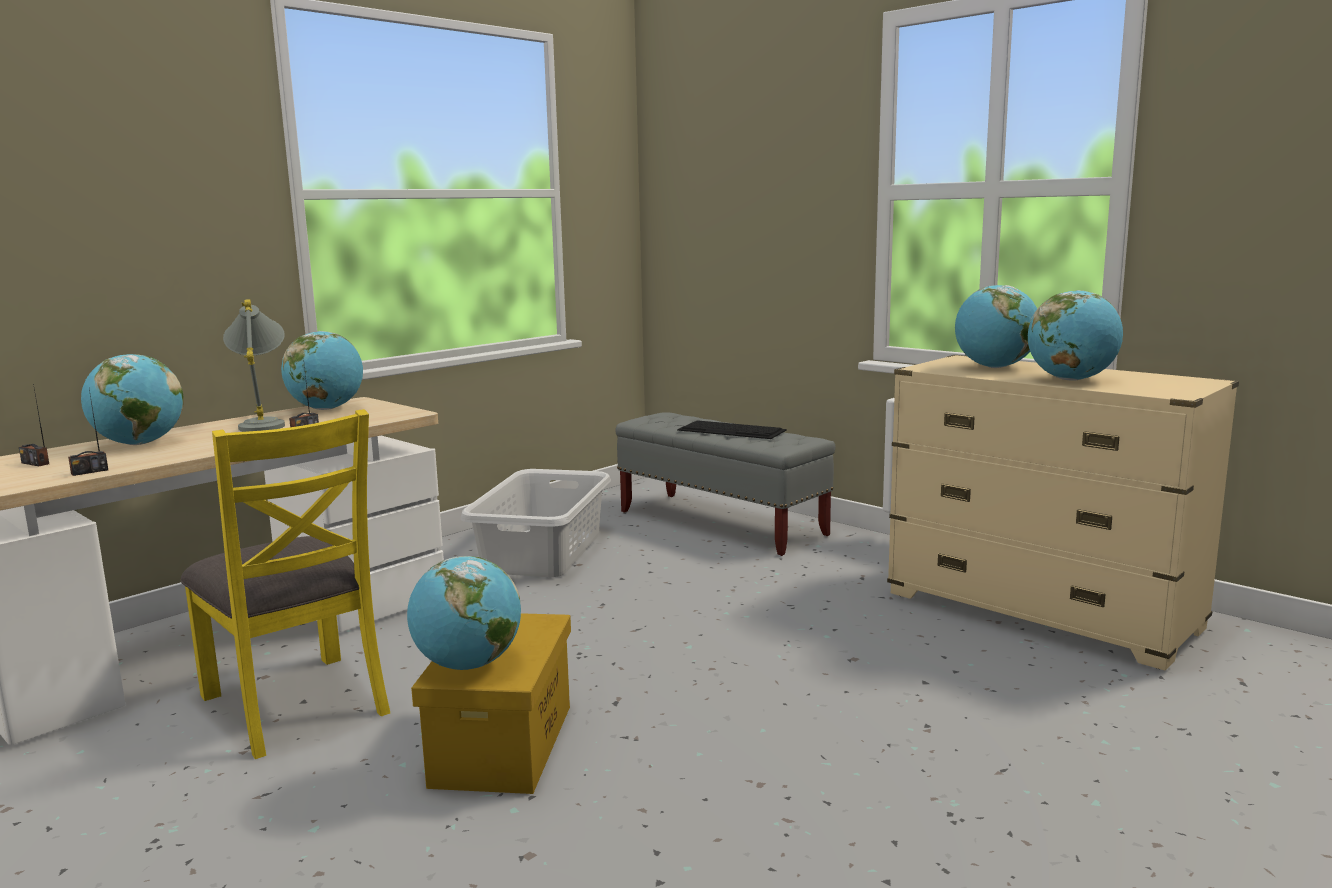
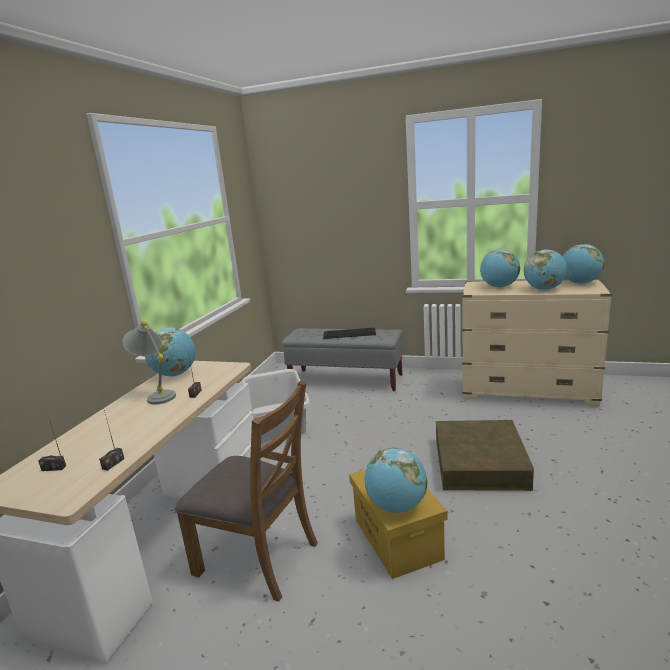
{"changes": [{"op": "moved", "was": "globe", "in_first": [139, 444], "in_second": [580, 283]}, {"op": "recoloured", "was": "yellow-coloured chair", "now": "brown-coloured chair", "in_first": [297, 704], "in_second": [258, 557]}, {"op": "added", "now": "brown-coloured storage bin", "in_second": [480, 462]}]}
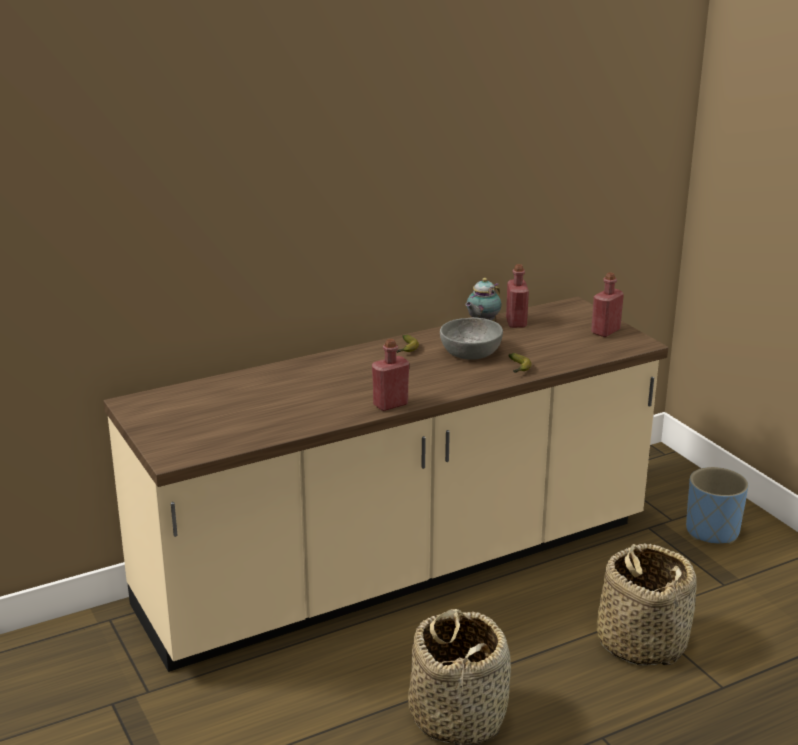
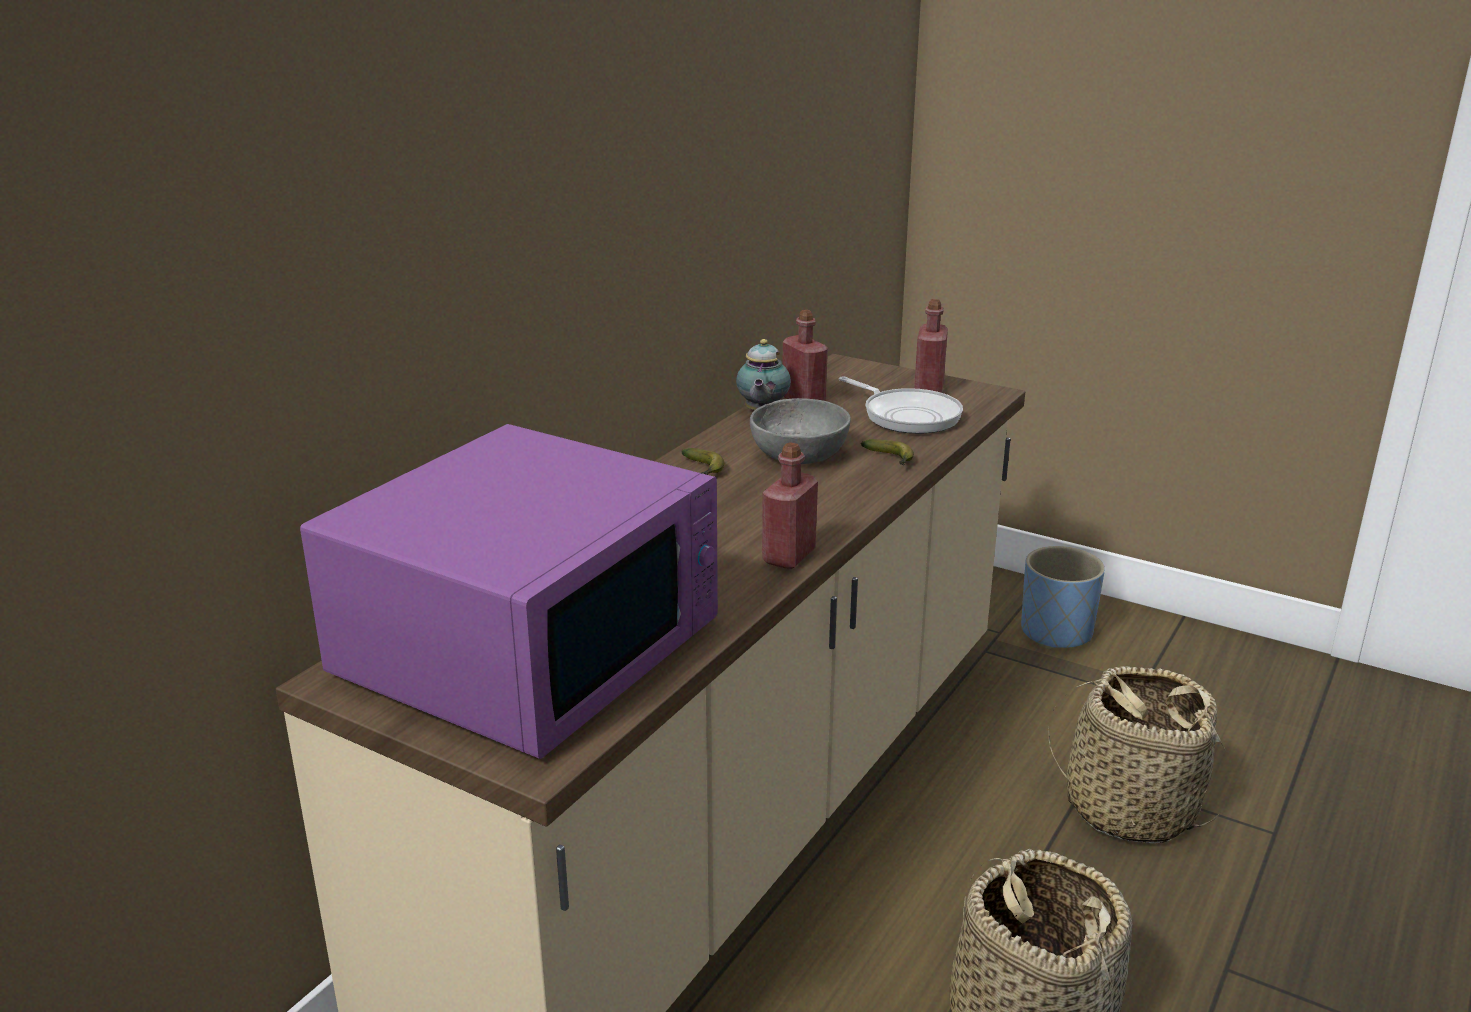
{"changes": [{"op": "added", "now": "skillet", "in_second": [907, 415]}, {"op": "added", "now": "purple kitchen microwave", "in_second": [531, 647]}]}
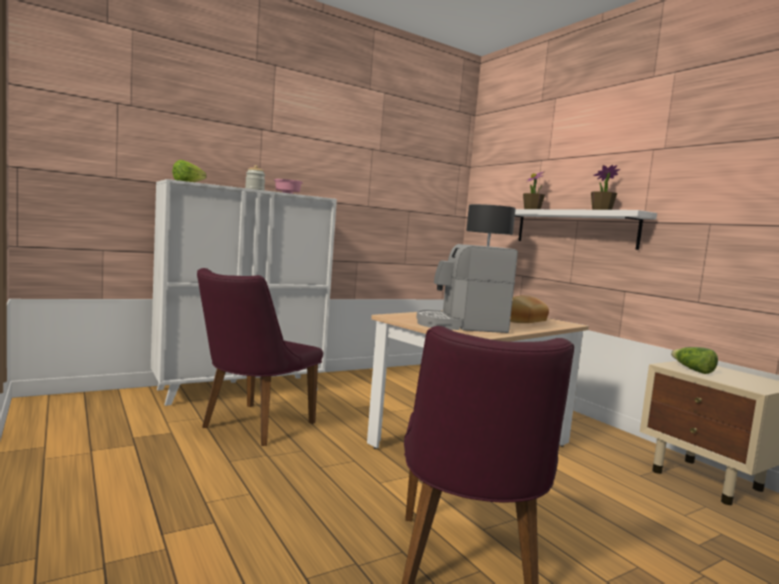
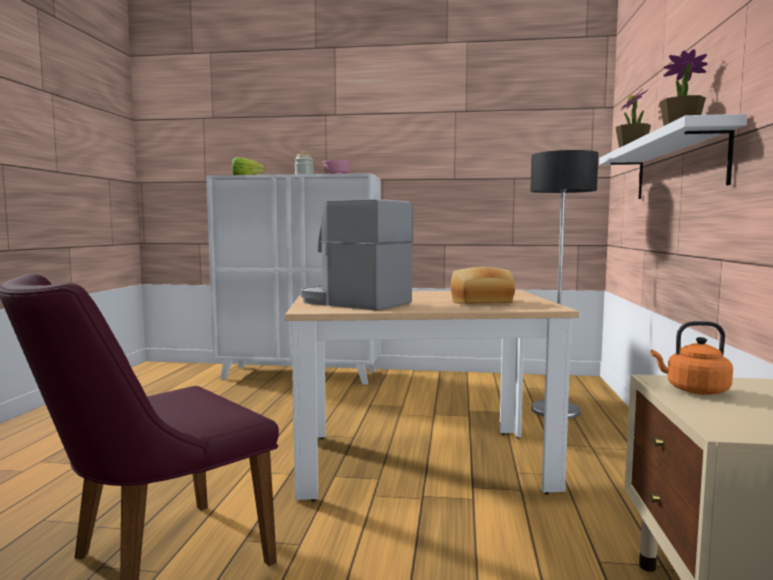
{"changes": [{"op": "removed", "was": "purple chair", "in_first": [251, 427]}, {"op": "replaced", "was": "head of lettuce", "now": "orange water kettle", "in_first": [692, 370], "in_second": [693, 390]}]}
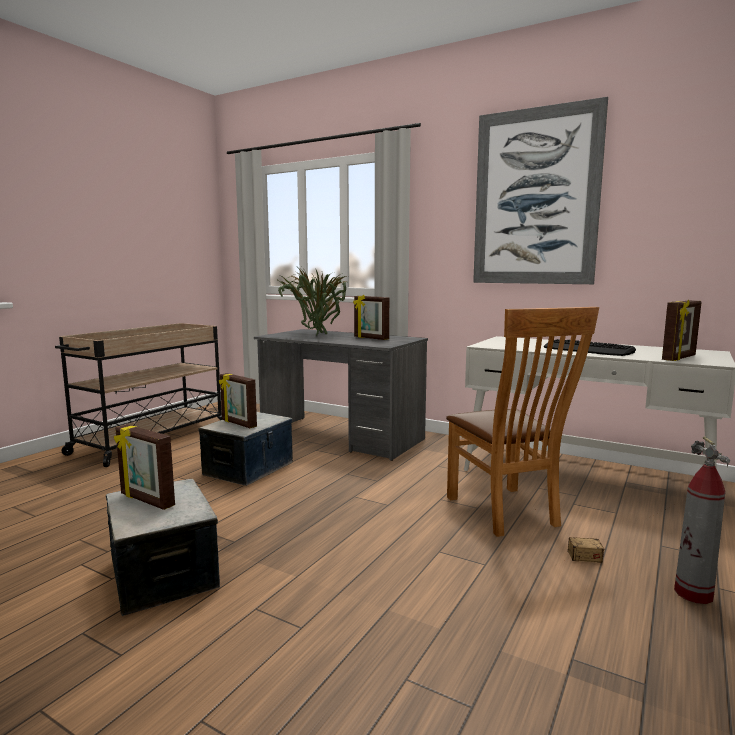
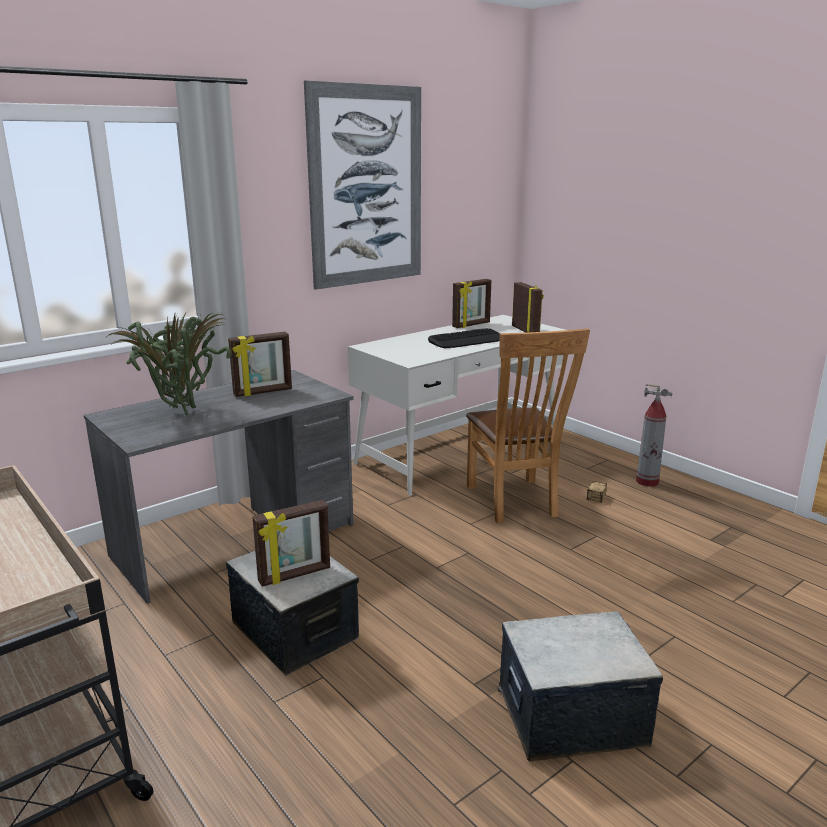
{"changes": [{"op": "turned", "was": "brown-coloured chair", "in_first": [506, 513], "in_second": [514, 503], "clockwise": 75}, {"op": "moved", "was": "picture frame", "in_first": [146, 500], "in_second": [471, 325]}]}
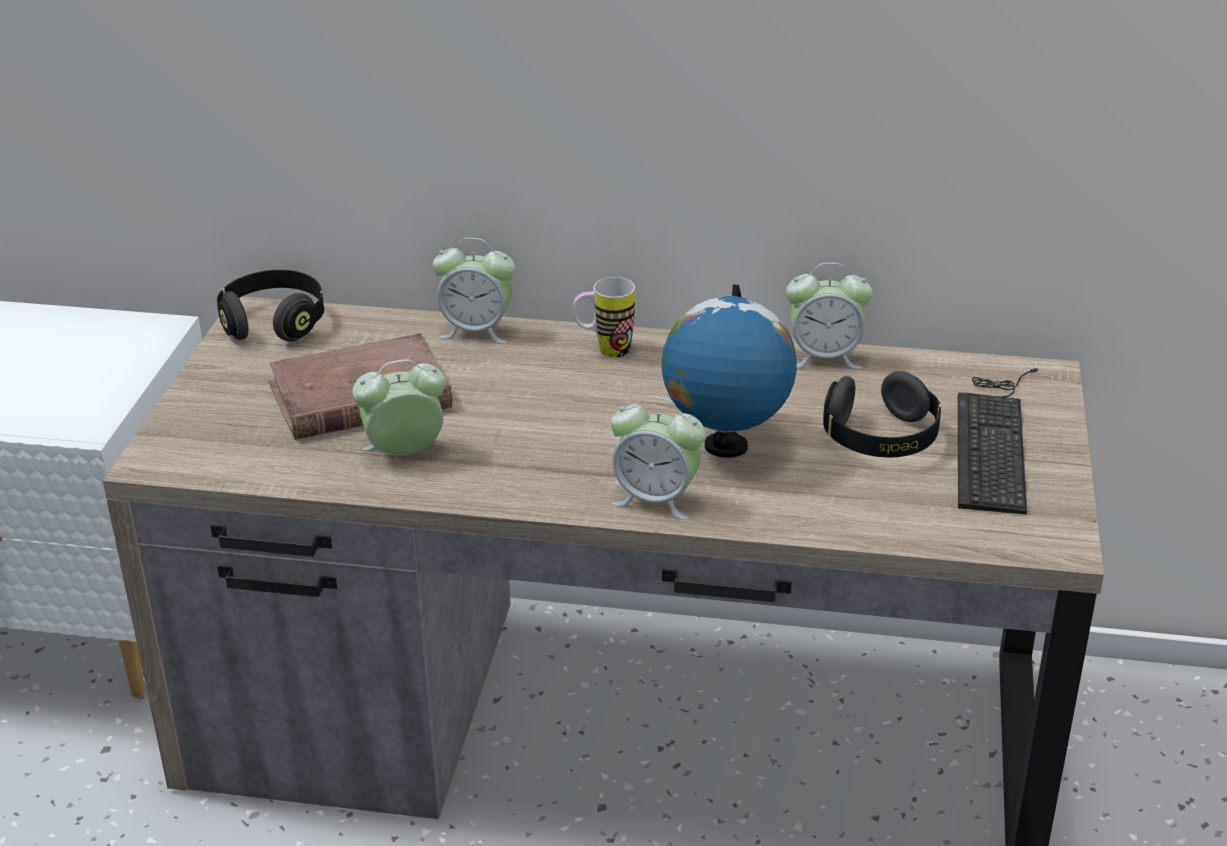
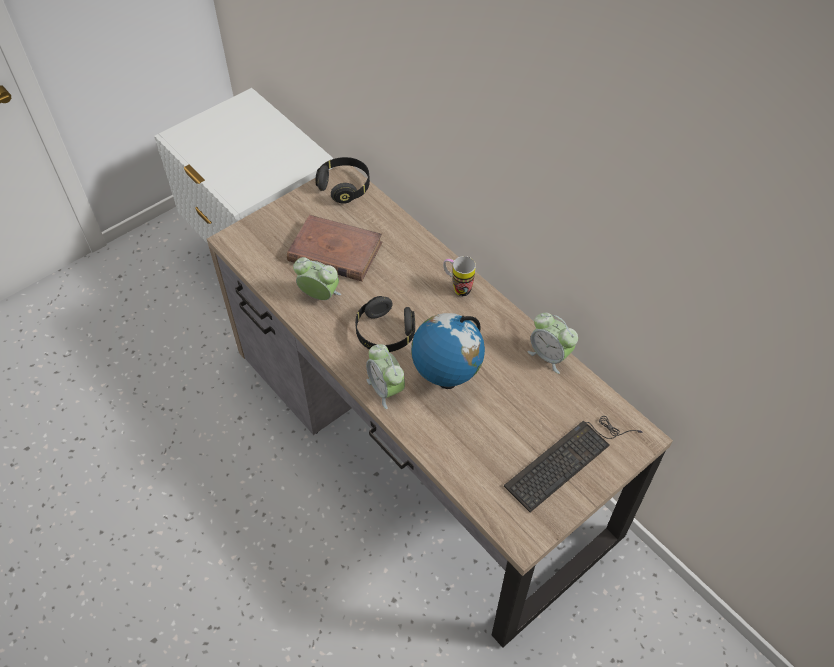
{"changes": [{"op": "removed", "was": "table clock", "in_first": [477, 331]}, {"op": "moved", "was": "black headset", "in_first": [880, 438], "in_second": [385, 333]}]}
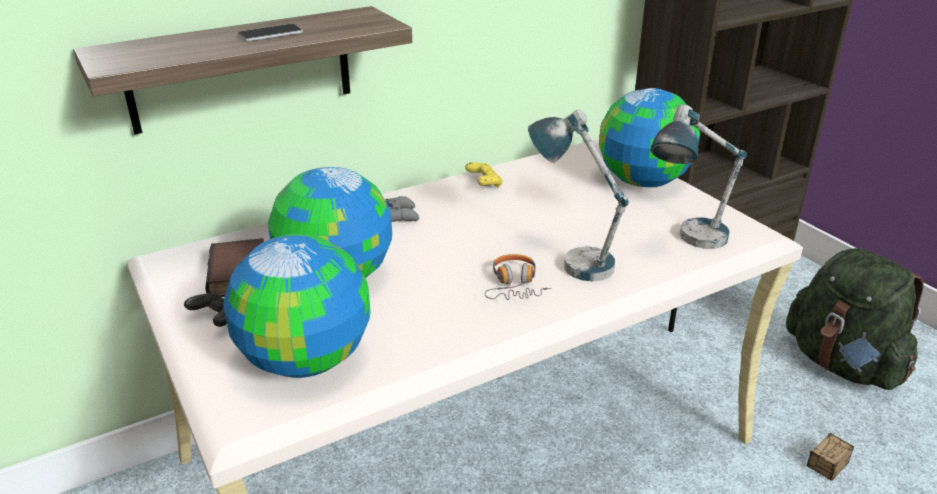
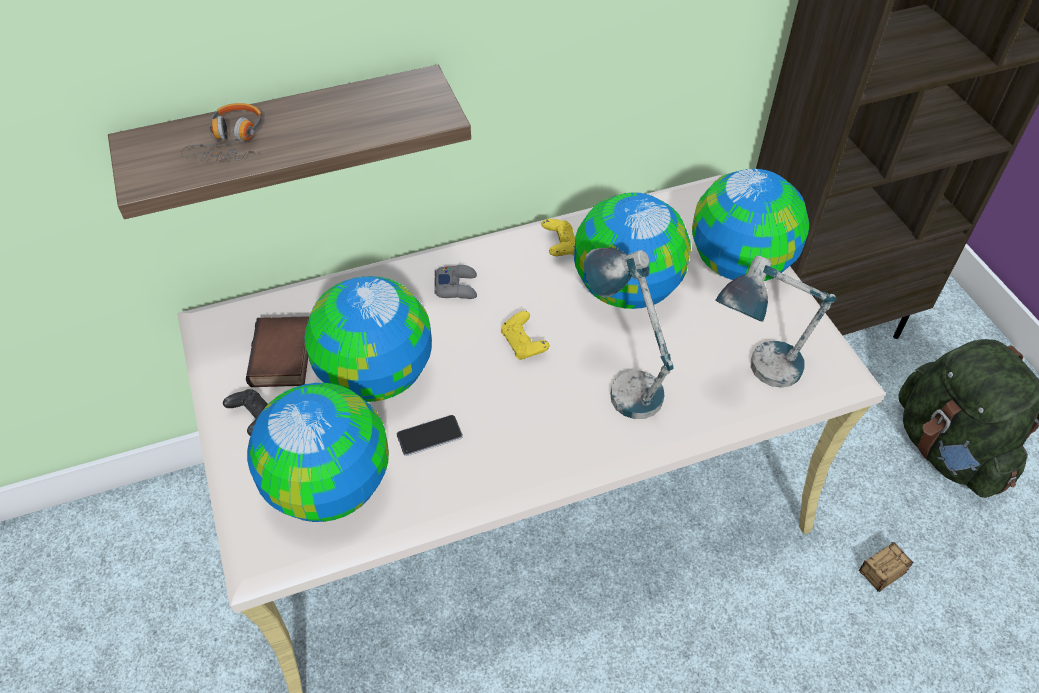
{"changes": [{"op": "moved", "was": "telephone", "in_first": [270, 34], "in_second": [429, 436]}, {"op": "moved", "was": "headset", "in_first": [514, 285], "in_second": [231, 142]}, {"op": "added", "now": "globe", "in_second": [625, 289]}, {"op": "added", "now": "yellow-coloured joypad", "in_second": [523, 344]}]}
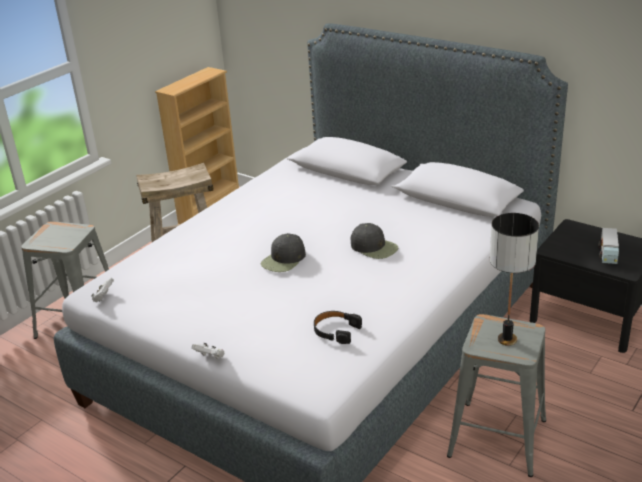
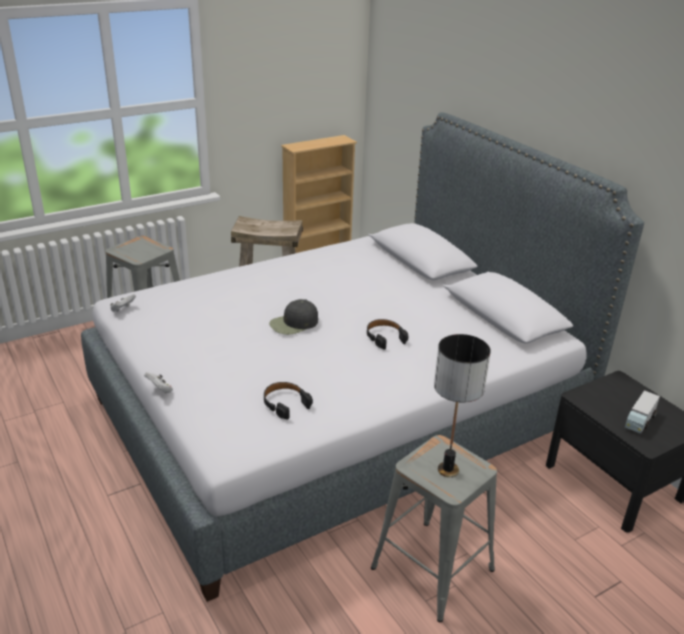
{"changes": [{"op": "replaced", "was": "black baseball cap", "now": "black headset", "in_first": [374, 247], "in_second": [384, 337]}]}
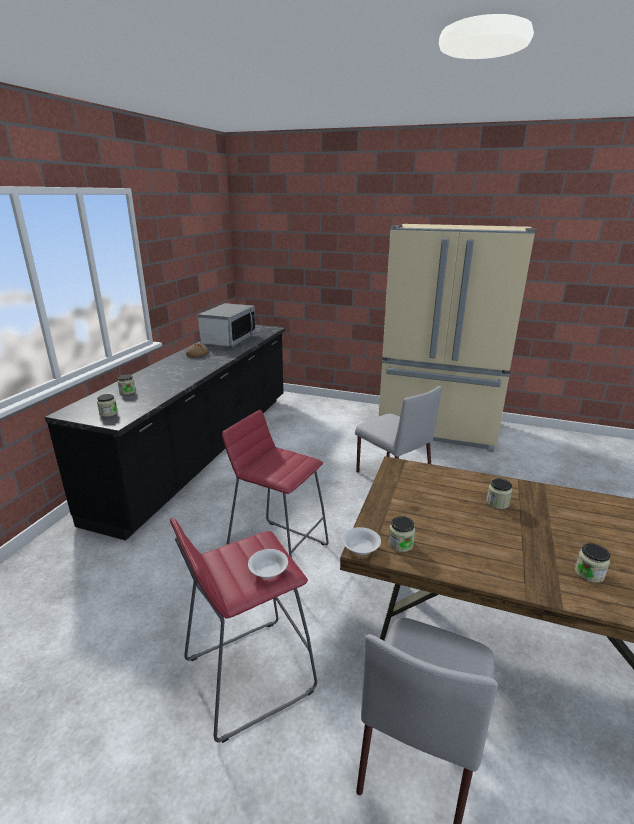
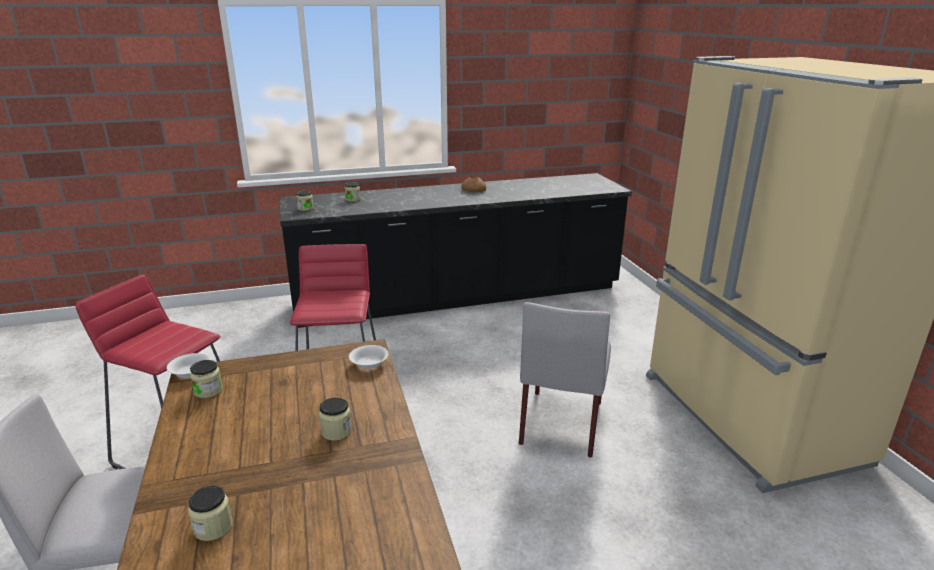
{"changes": [{"op": "removed", "was": "kitchen microwave", "in_first": [228, 340]}, {"op": "moved", "was": "white-coloured deep dish", "in_first": [269, 571], "in_second": [369, 364]}]}
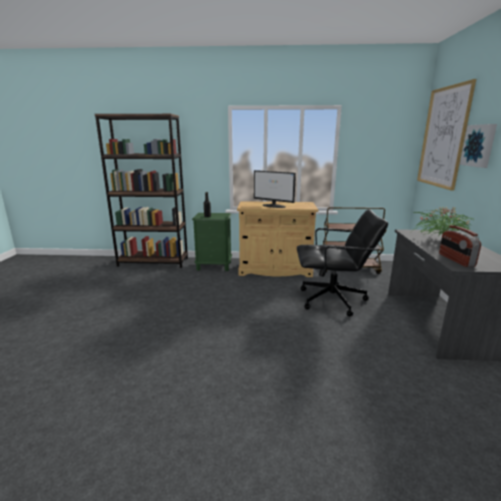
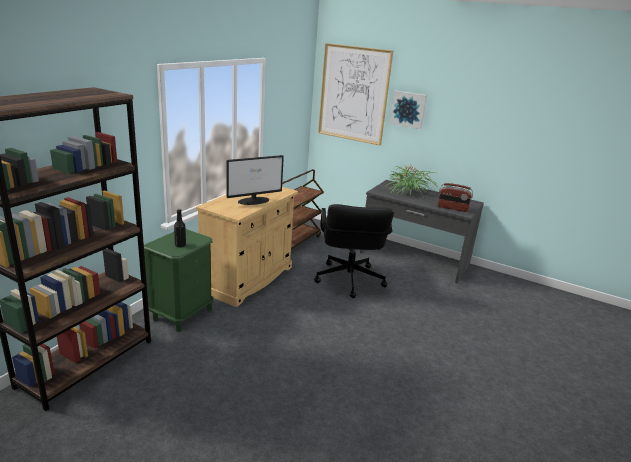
{"changes": [{"op": "turned", "was": "black desk chair", "in_first": [333, 300], "in_second": [348, 280], "clockwise": 150}]}
